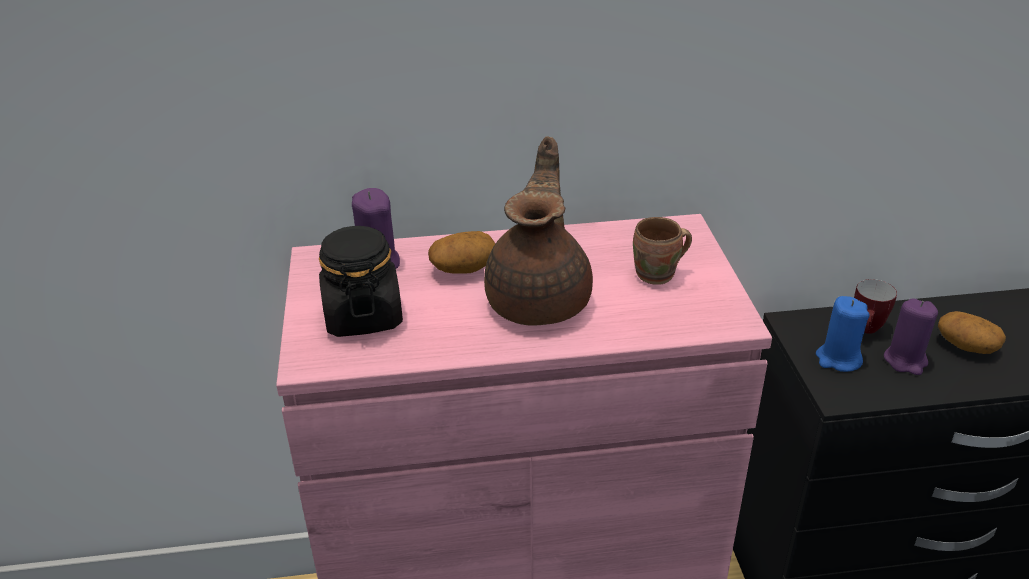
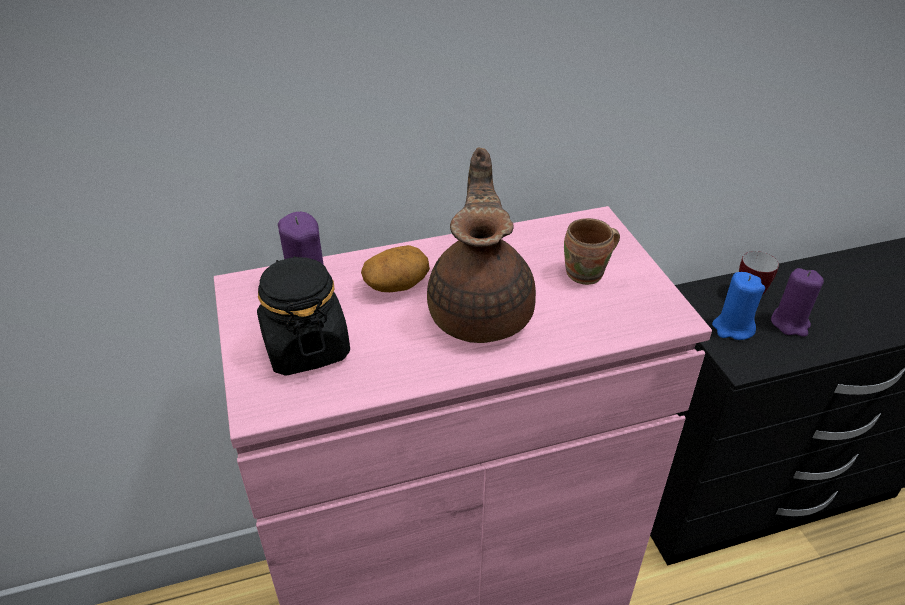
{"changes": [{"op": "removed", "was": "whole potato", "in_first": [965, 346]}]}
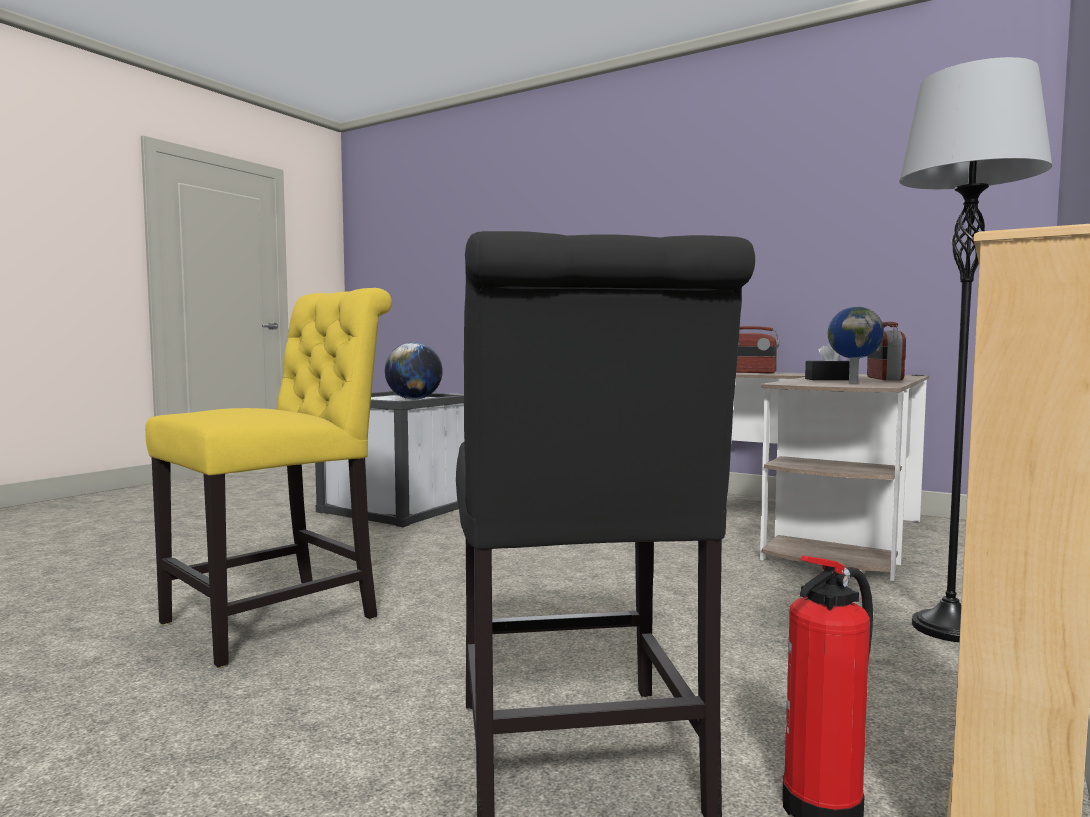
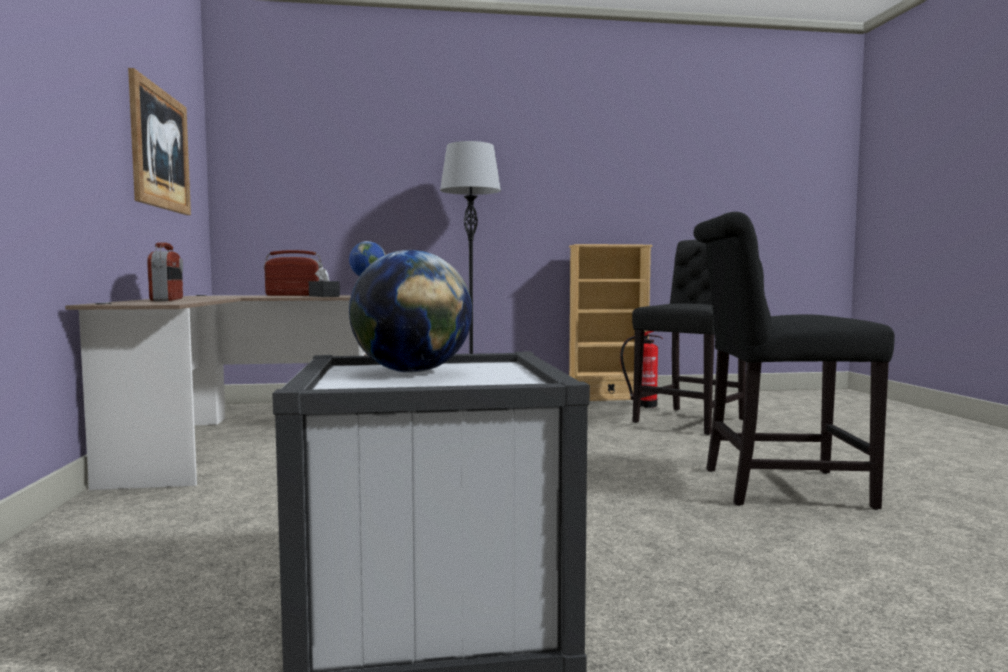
{"changes": [{"op": "recoloured", "was": "yellow-coloured chair", "now": "black chair", "in_first": [281, 618], "in_second": [775, 487]}, {"op": "turned", "was": "radio set", "in_first": [883, 379], "in_second": [294, 295], "clockwise": -150}, {"op": "added", "now": "wall picture", "in_second": [160, 149]}]}
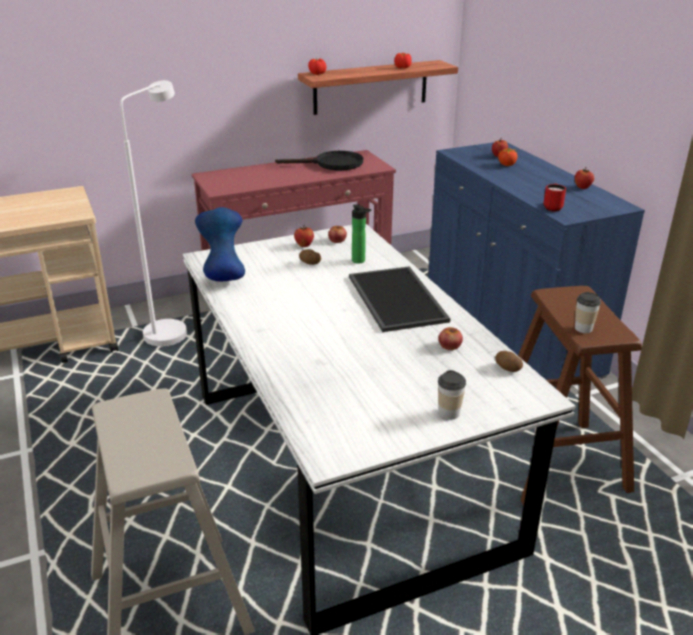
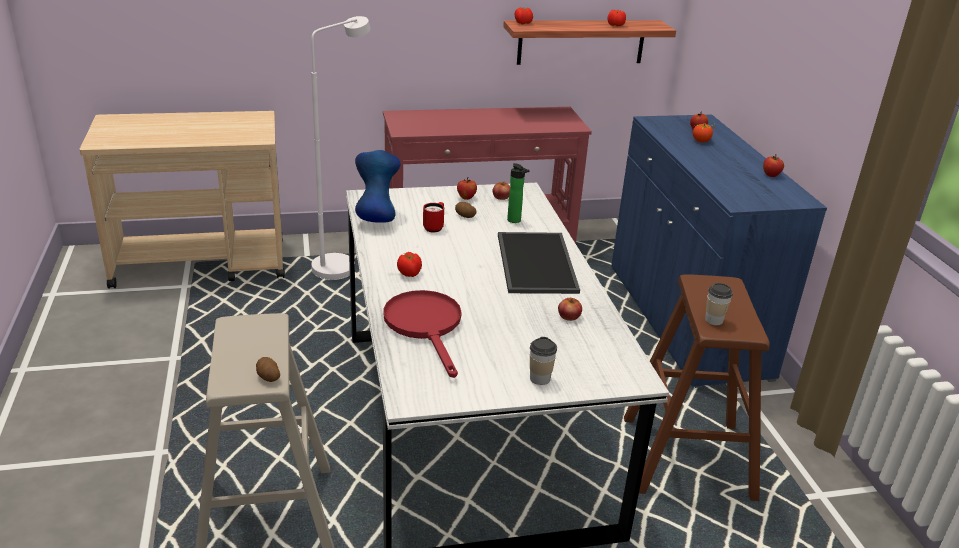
{"changes": [{"op": "removed", "was": "black skillet", "in_first": [332, 164]}, {"op": "moved", "was": "red-coloured mug", "in_first": [552, 207], "in_second": [434, 227]}, {"op": "moved", "was": "whole potato", "in_first": [507, 368], "in_second": [268, 377]}, {"op": "added", "now": "fresh tomato", "in_second": [409, 273]}, {"op": "added", "now": "red-coloured skillet", "in_second": [426, 326]}]}
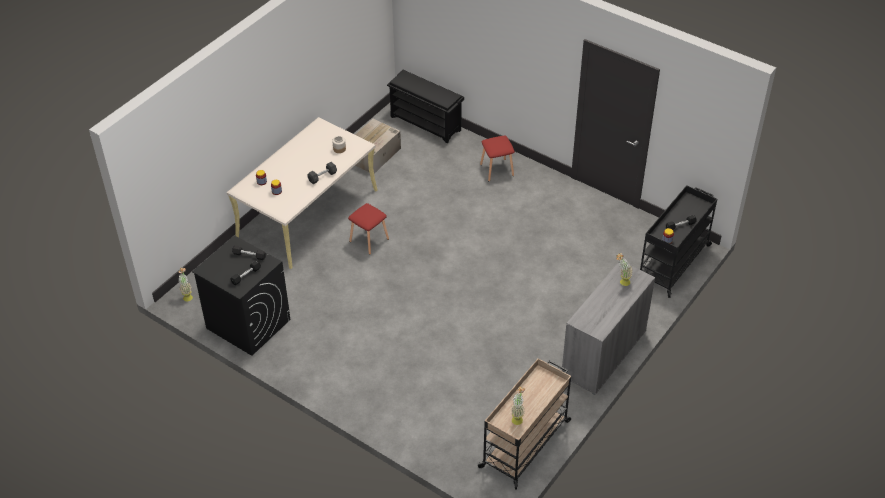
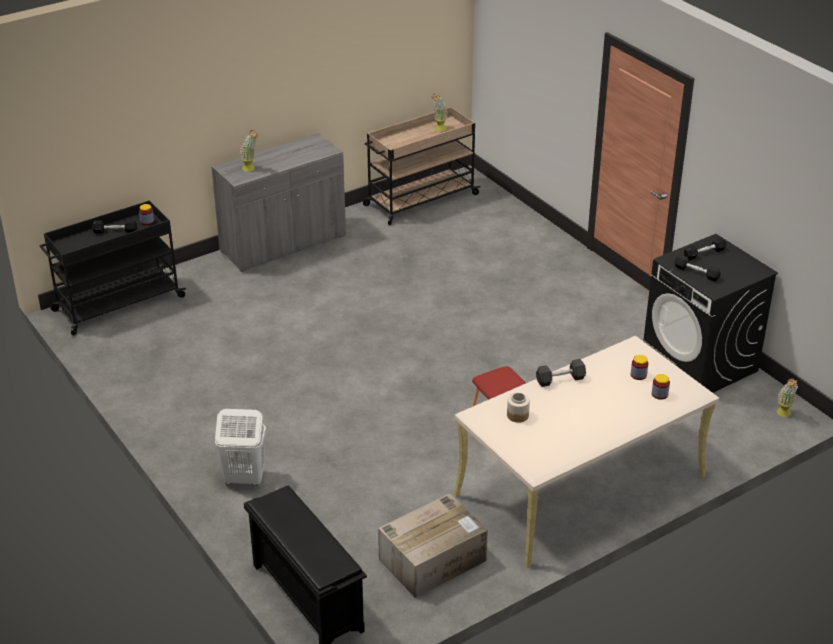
{"changes": [{"op": "replaced", "was": "red-coloured stool", "now": "white-coloured hamper", "in_first": [497, 169], "in_second": [244, 478]}]}
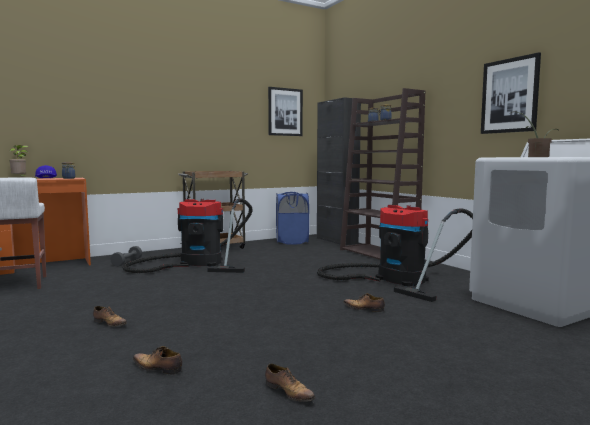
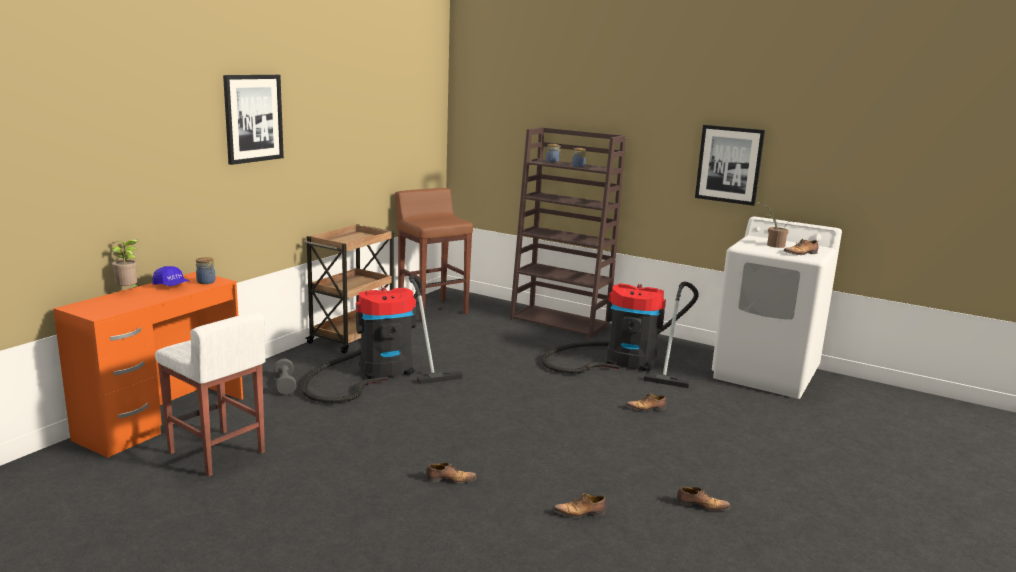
{"changes": [{"op": "moved", "was": "wall picture", "in_first": [285, 112], "in_second": [253, 118]}, {"op": "removed", "was": "black storage cabinet", "in_first": [336, 241]}, {"op": "replaced", "was": "blue-coloured hamper", "now": "brown-coloured stool", "in_first": [292, 241], "in_second": [432, 310]}, {"op": "added", "now": "low shoe", "in_second": [801, 254]}]}
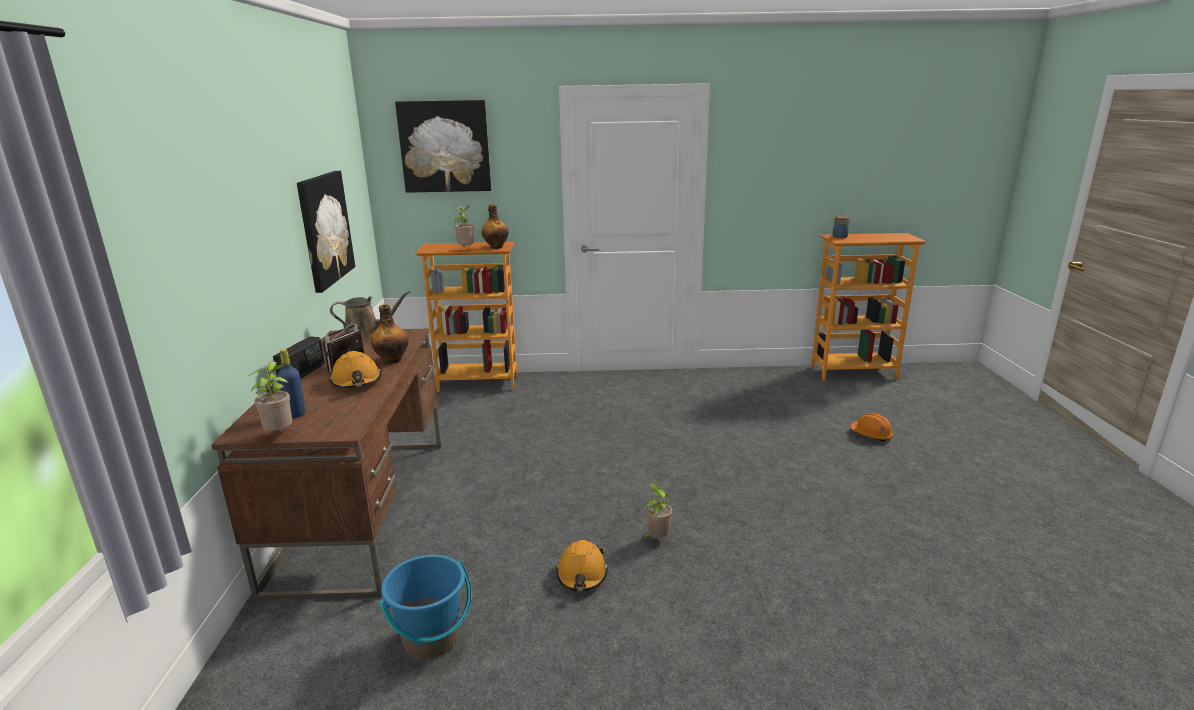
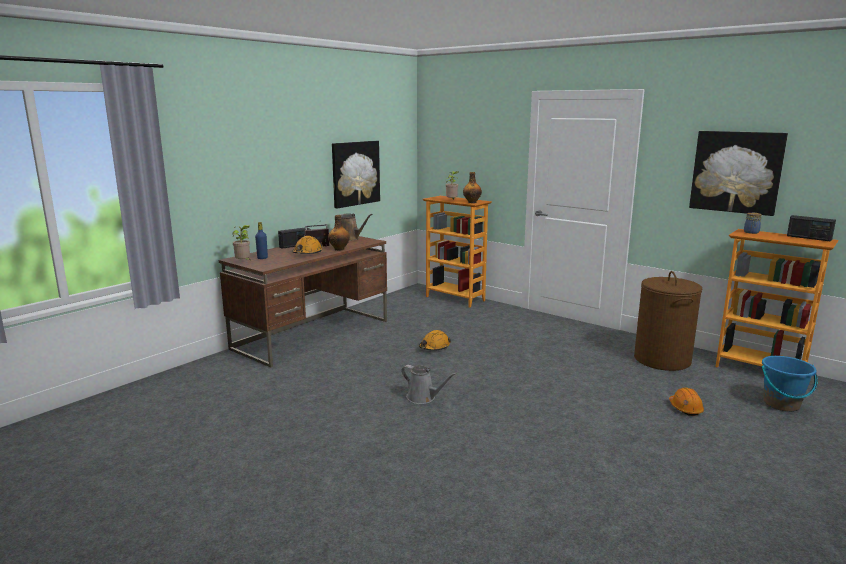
{"changes": [{"op": "moved", "was": "wall picture", "in_first": [445, 146], "in_second": [736, 172]}, {"op": "replaced", "was": "houseplant", "now": "gray watering pot", "in_first": [656, 538], "in_second": [423, 398]}, {"op": "moved", "was": "orange work helmet", "in_first": [582, 574], "in_second": [434, 347]}, {"op": "moved", "was": "blue-coloured pail", "in_first": [431, 639], "in_second": [781, 404]}, {"op": "added", "now": "radio set", "in_second": [809, 238]}, {"op": "added", "now": "brown-coloured hamper", "in_second": [662, 360]}]}
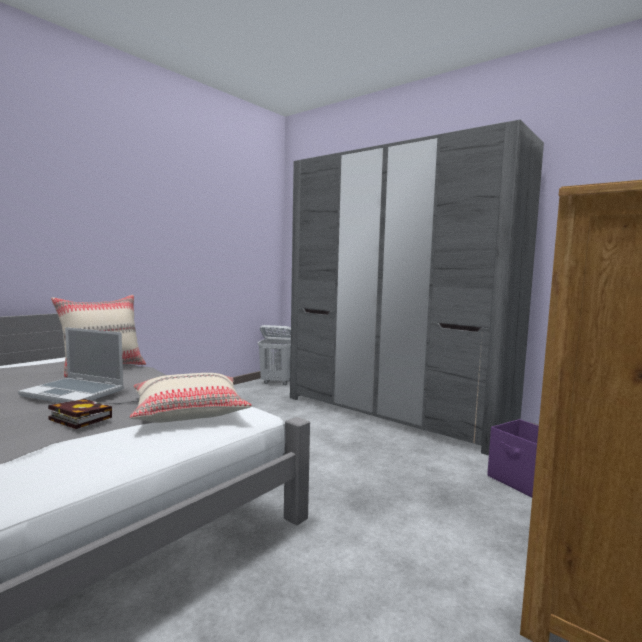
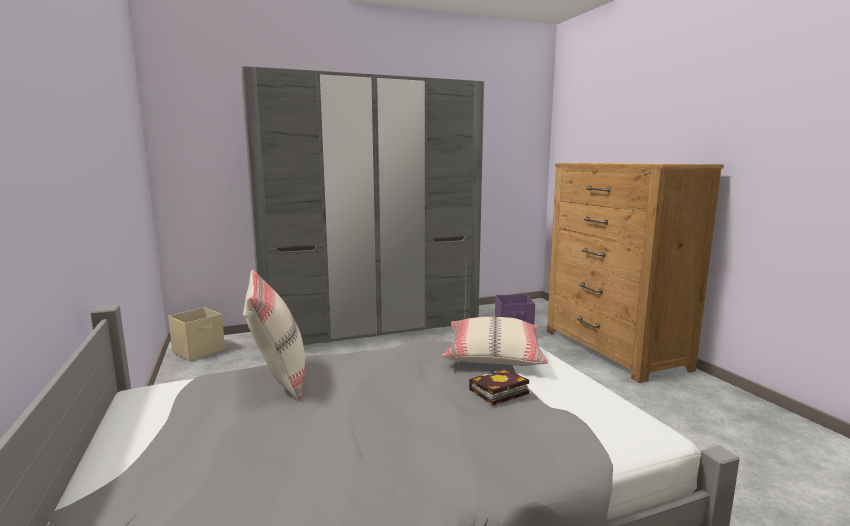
{"changes": [{"op": "replaced", "was": "white-coloured hamper", "now": "sand-coloured storage bin", "in_first": [276, 382], "in_second": [199, 351]}, {"op": "removed", "was": "notebook computer", "in_first": [75, 393]}]}
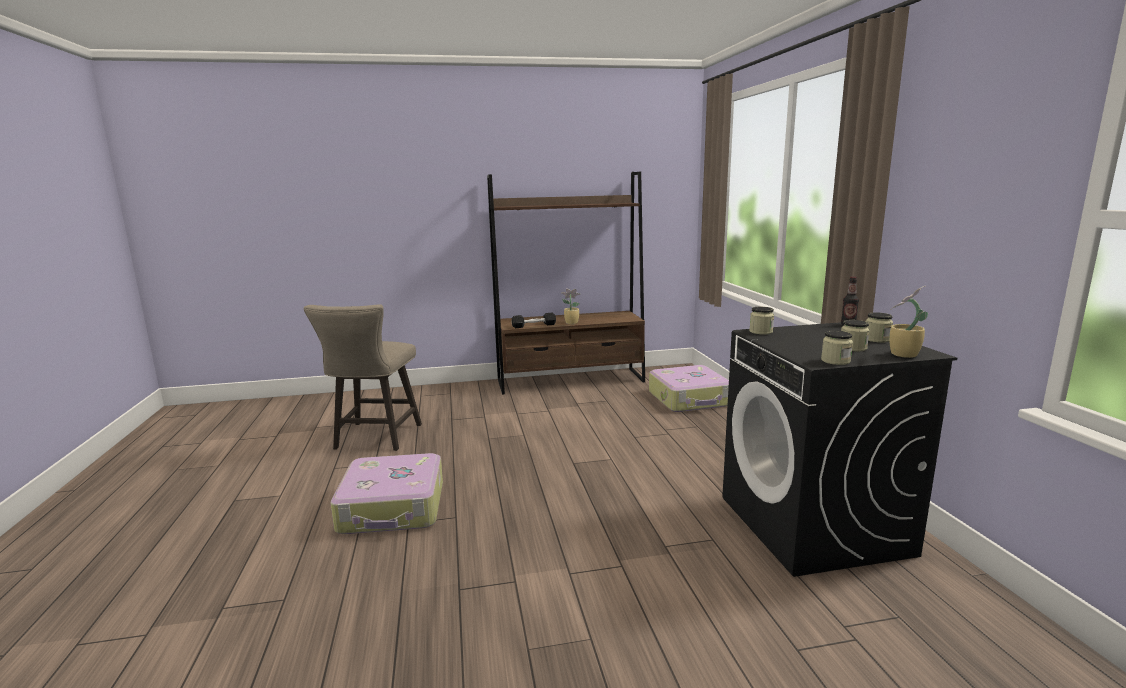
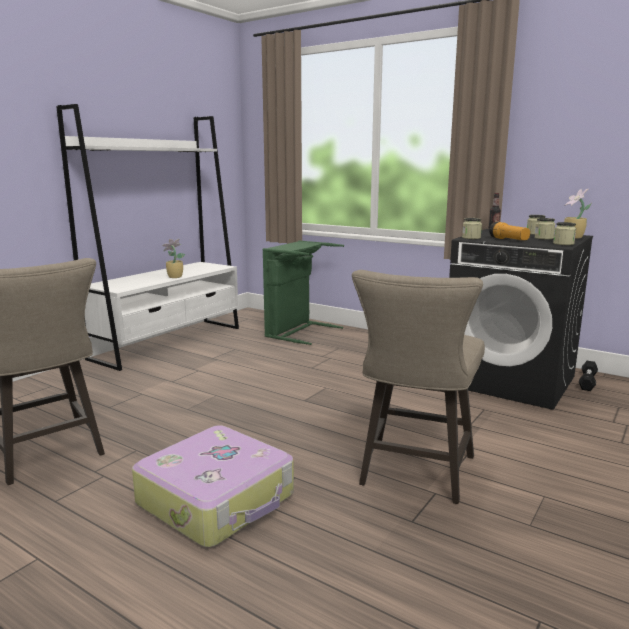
{"changes": [{"op": "recoloured", "was": "brown-coloured bookshelf", "now": "white-coloured bookshelf", "in_first": [571, 381], "in_second": [169, 342]}, {"op": "moved", "was": "black dumbbell", "in_first": [534, 325], "in_second": [587, 382]}, {"op": "replaced", "was": "piece of luggage", "now": "greenish hamper", "in_first": [689, 399], "in_second": [297, 331]}, {"op": "added", "now": "flashlight", "in_second": [509, 240]}, {"op": "added", "now": "sand-coloured stool", "in_second": [414, 474]}]}
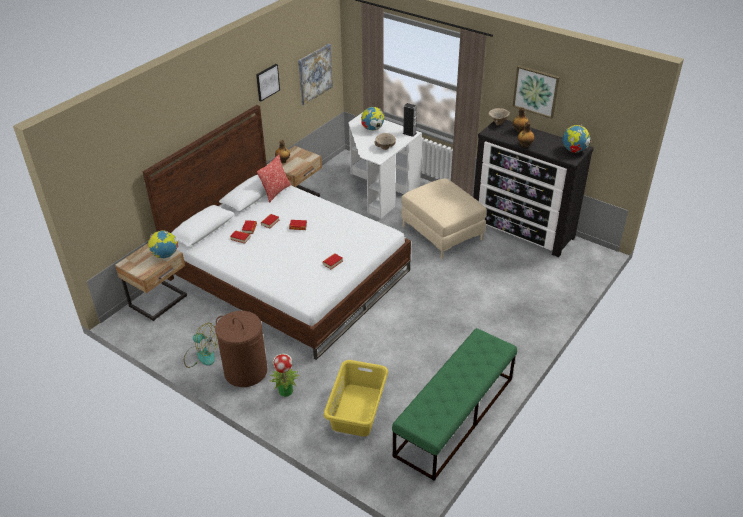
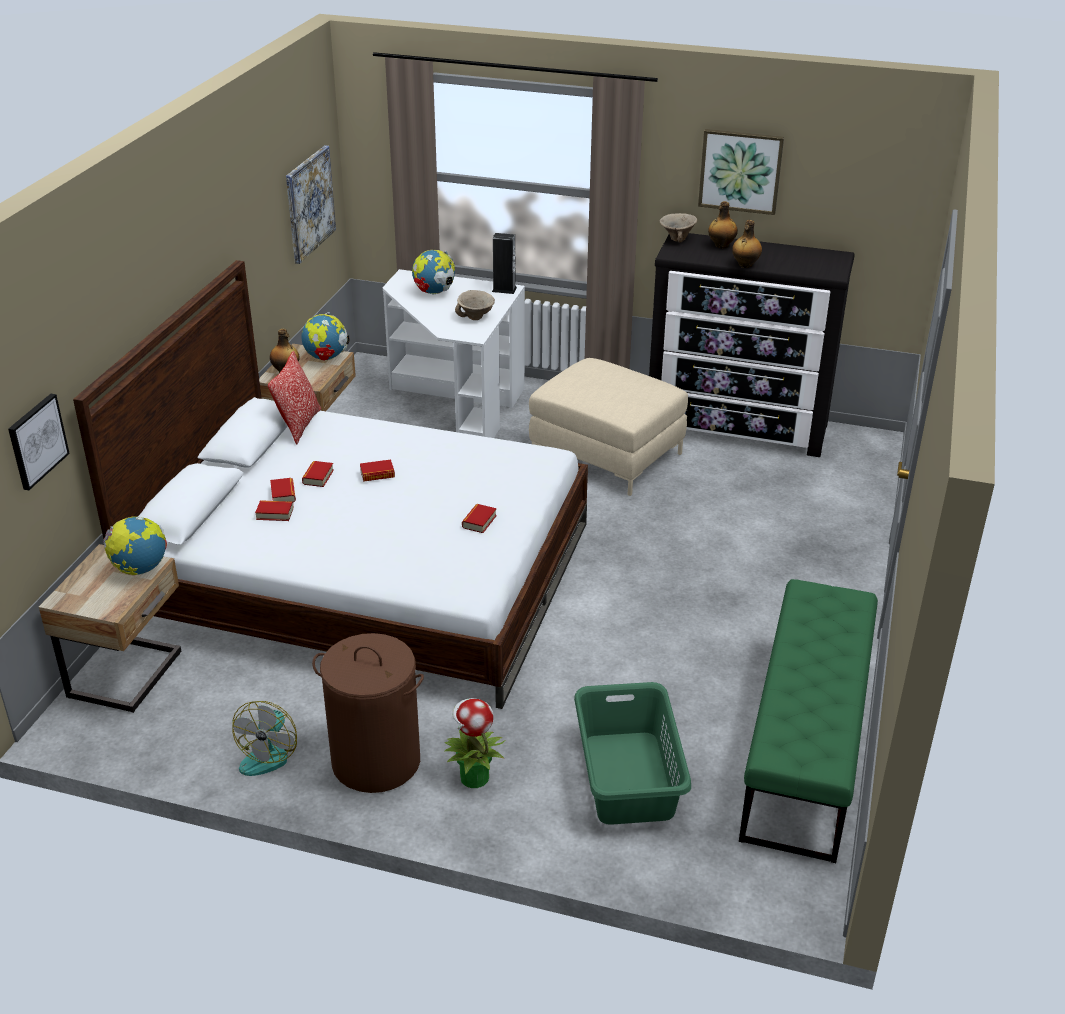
{"changes": [{"op": "moved", "was": "wall picture", "in_first": [267, 82], "in_second": [37, 441]}, {"op": "moved", "was": "globe", "in_first": [574, 151], "in_second": [326, 358]}, {"op": "turned", "was": "electric fan", "in_first": [201, 355], "in_second": [269, 753], "clockwise": 105}, {"op": "recoloured", "was": "yellow-coloured hamper", "now": "greenish hamper", "in_first": [358, 409], "in_second": [629, 777]}]}
